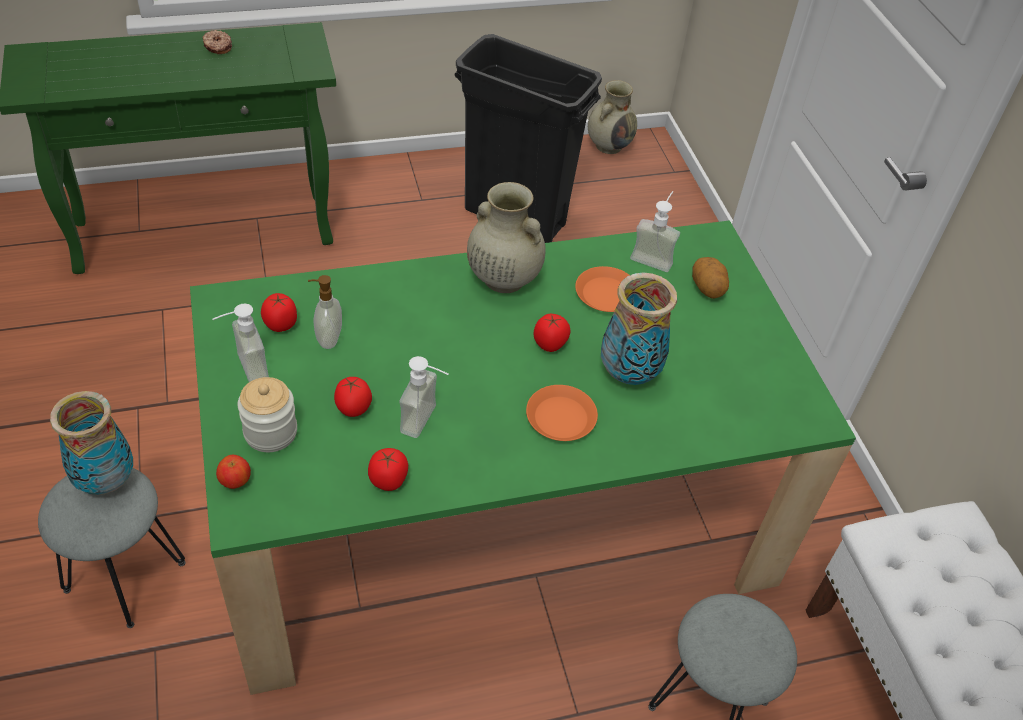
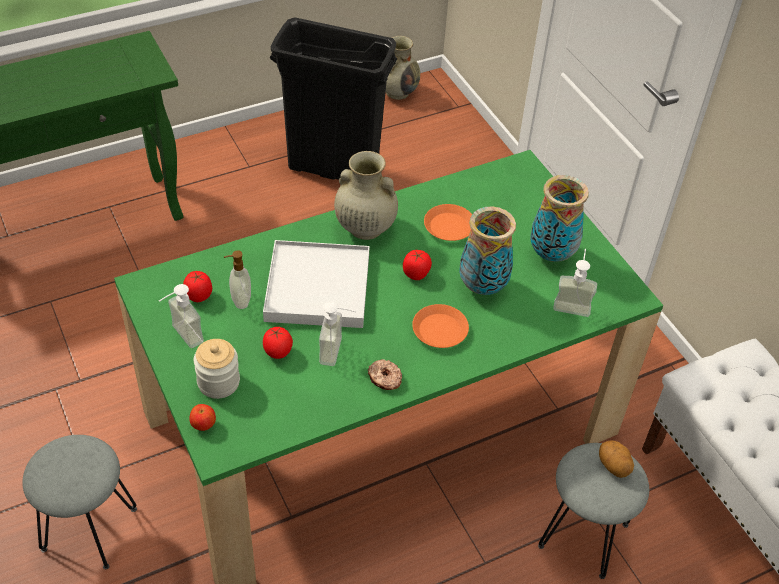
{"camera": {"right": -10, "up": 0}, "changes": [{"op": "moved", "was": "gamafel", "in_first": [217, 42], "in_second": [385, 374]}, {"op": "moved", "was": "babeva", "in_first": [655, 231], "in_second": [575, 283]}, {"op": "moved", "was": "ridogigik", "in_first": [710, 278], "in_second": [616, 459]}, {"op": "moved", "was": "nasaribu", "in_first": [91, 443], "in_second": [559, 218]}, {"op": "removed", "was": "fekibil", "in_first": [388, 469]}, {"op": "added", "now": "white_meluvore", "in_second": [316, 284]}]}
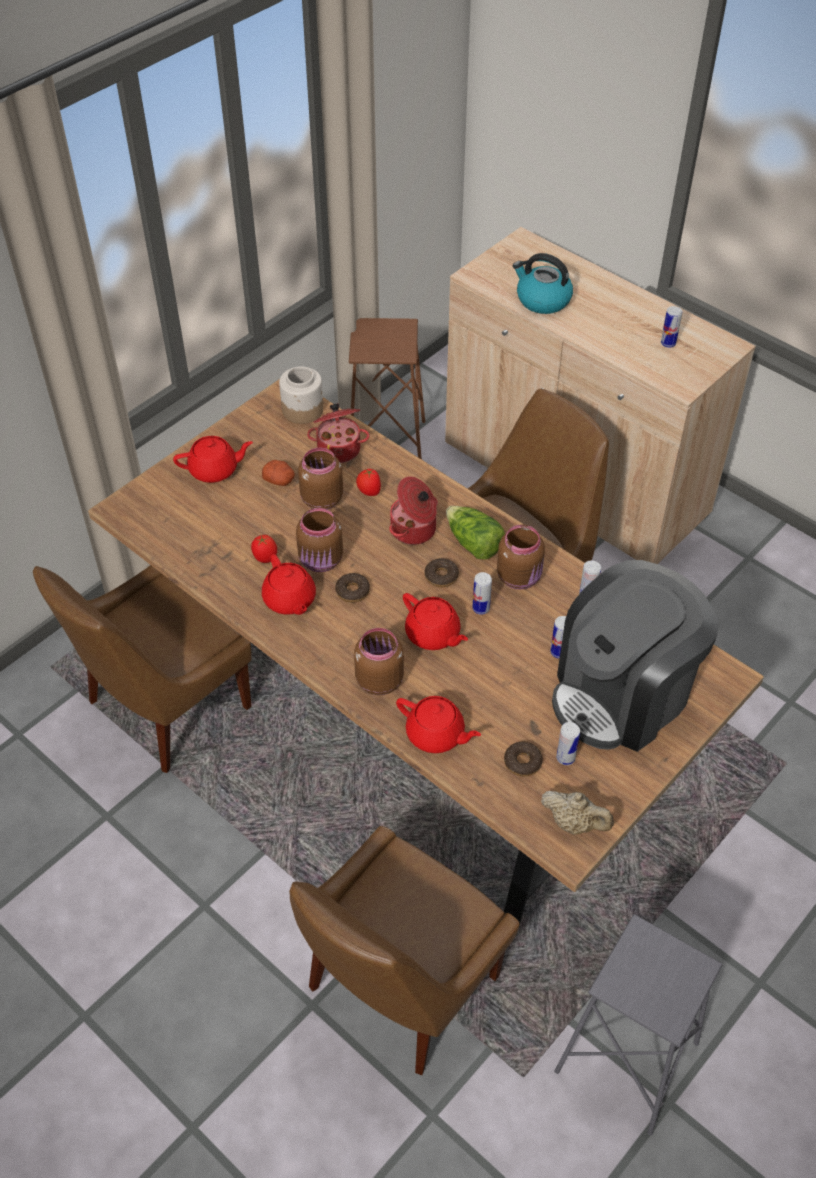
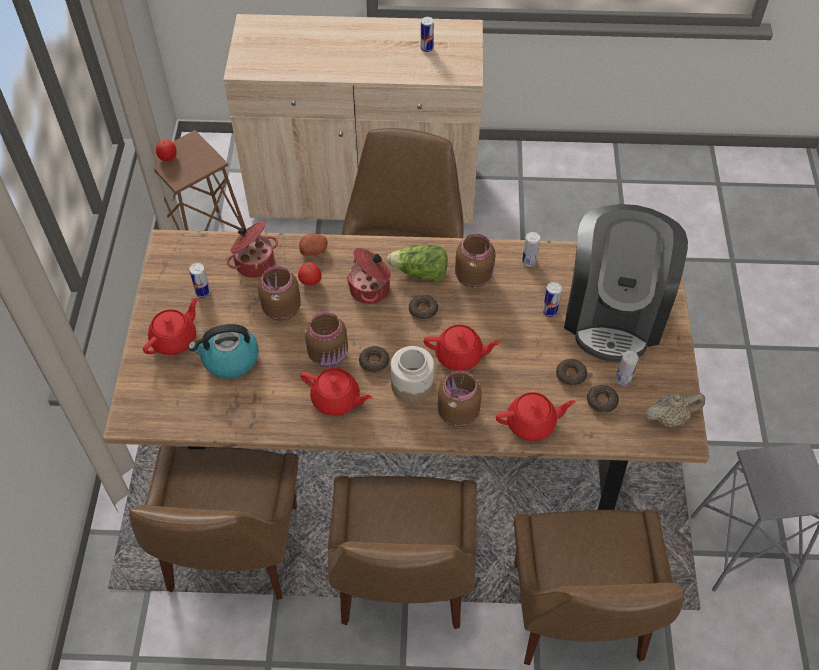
{"camera": {"right": -40, "up": 5}, "changes": [{"op": "moved", "was": "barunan", "in_first": [543, 283], "in_second": [223, 351]}, {"op": "moved", "was": "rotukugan", "in_first": [301, 395], "in_second": [412, 374]}, {"op": "moved", "was": "ridogigik", "in_first": [278, 473], "in_second": [313, 244]}, {"op": "moved", "was": "fekibil", "in_first": [264, 549], "in_second": [166, 150]}, {"op": "moved", "was": "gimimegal", "in_first": [482, 593], "in_second": [199, 280]}, {"op": "added", "now": "gamafel", "in_second": [571, 373]}, {"op": "added", "now": "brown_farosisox", "in_second": [402, 552]}]}
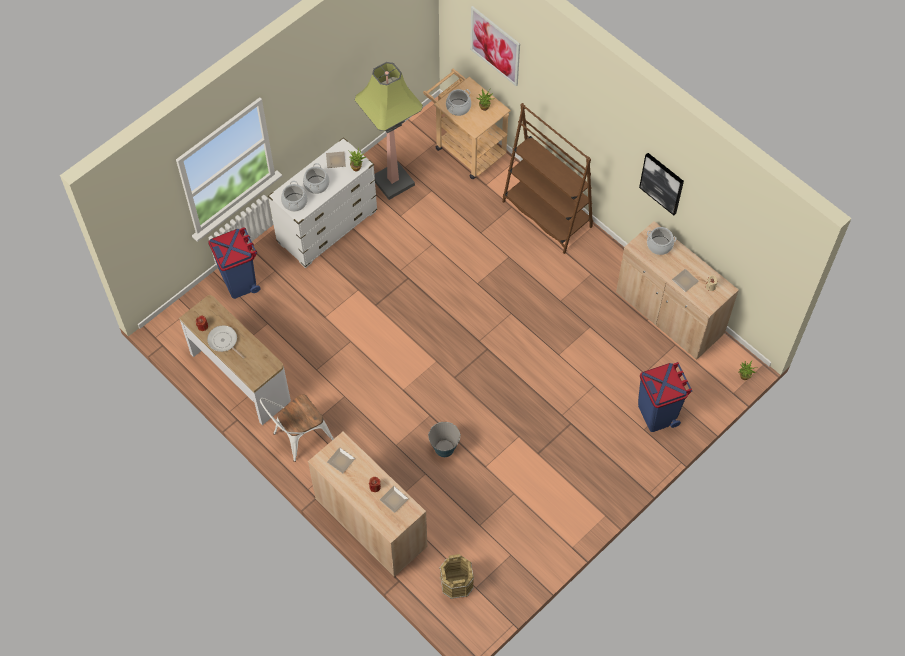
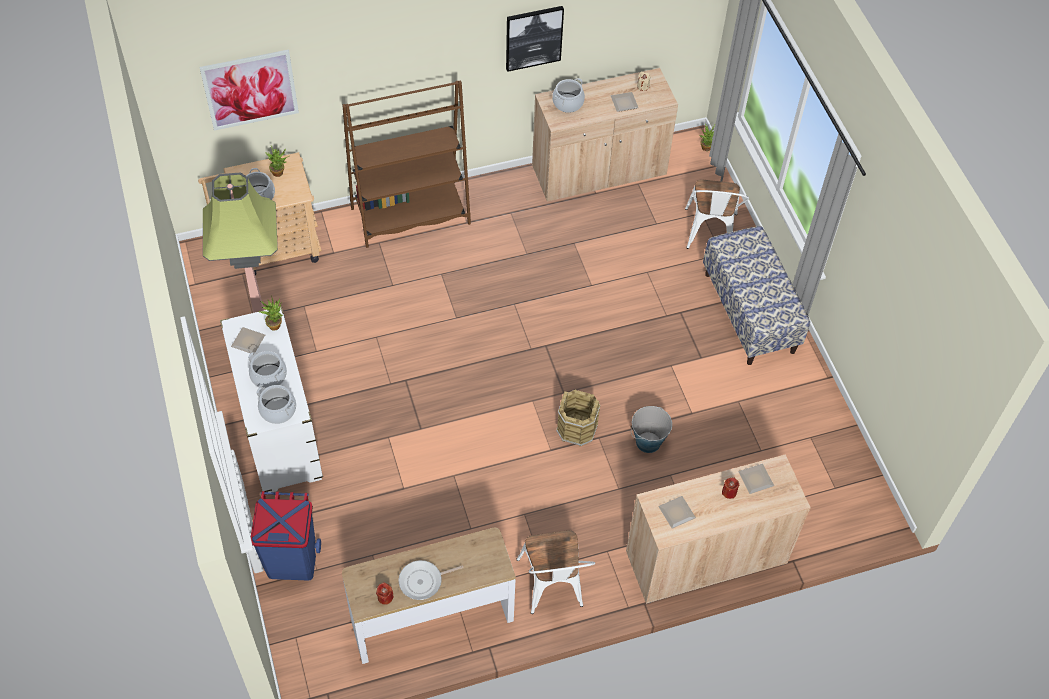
{"camera": {"right": -65, "up": -5}, "changes": [{"op": "replaced", "was": "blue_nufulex", "now": "white_farosisox", "in_first": [665, 397], "in_second": [717, 214]}, {"op": "moved", "was": "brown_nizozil", "in_first": [456, 576], "in_second": [578, 418]}, {"op": "added", "now": "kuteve", "in_second": [756, 295]}]}
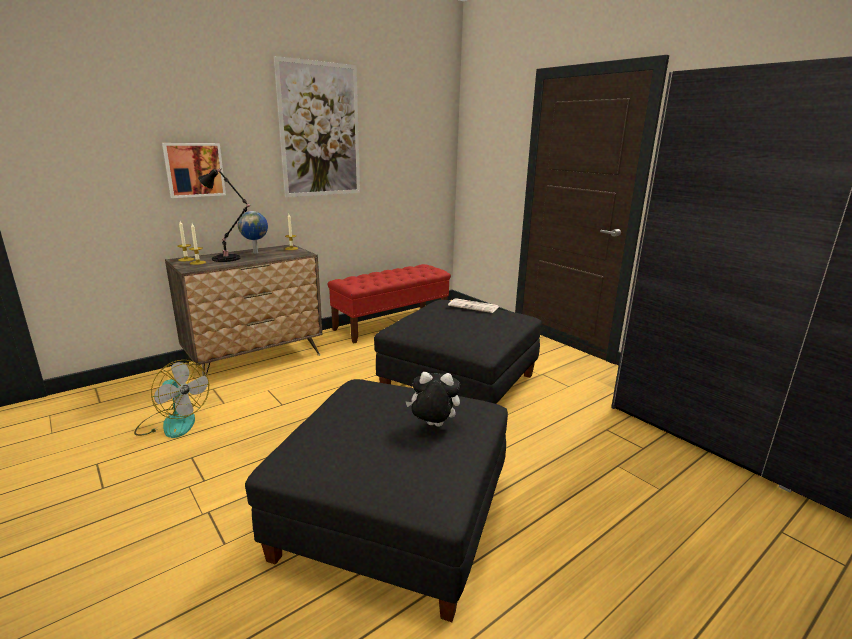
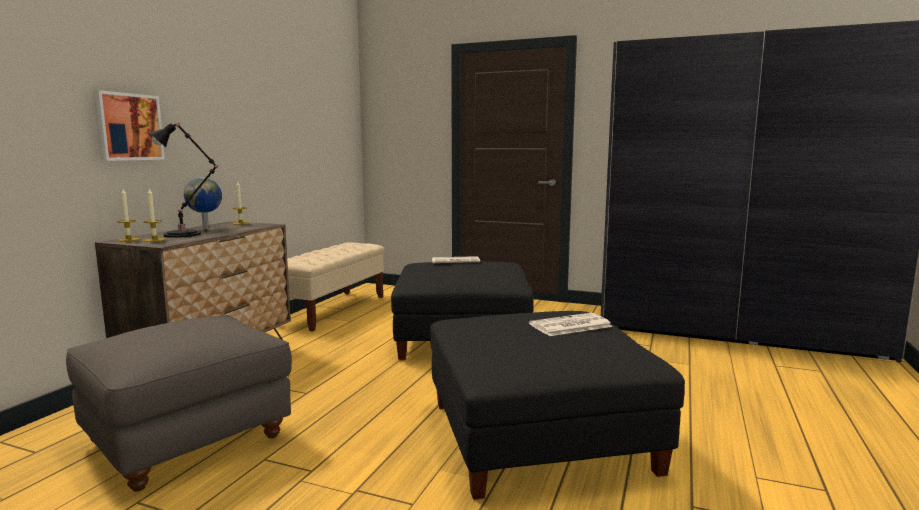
{"camera": {"right": -30, "up": -10}, "changes": [{"op": "removed", "was": "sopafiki", "in_first": [317, 126]}, {"op": "recoloured", "was": "red_kuteve", "now": "beige_kuteve", "in_first": [389, 303], "in_second": [336, 287]}, {"op": "replaced", "was": "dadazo", "now": "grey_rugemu", "in_first": [171, 399], "in_second": [179, 403]}, {"op": "replaced", "was": "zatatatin", "now": "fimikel", "in_first": [433, 399], "in_second": [570, 324]}]}
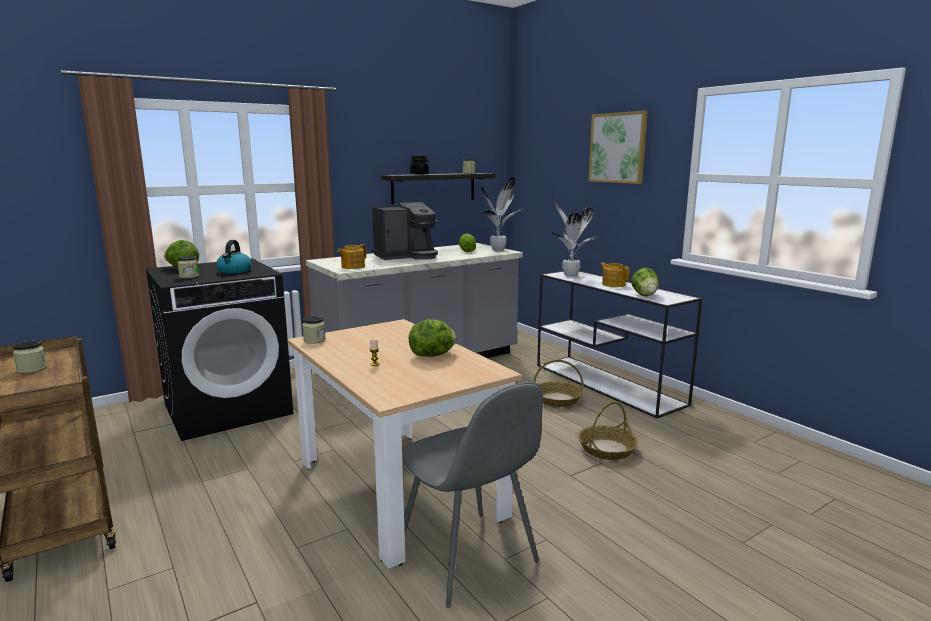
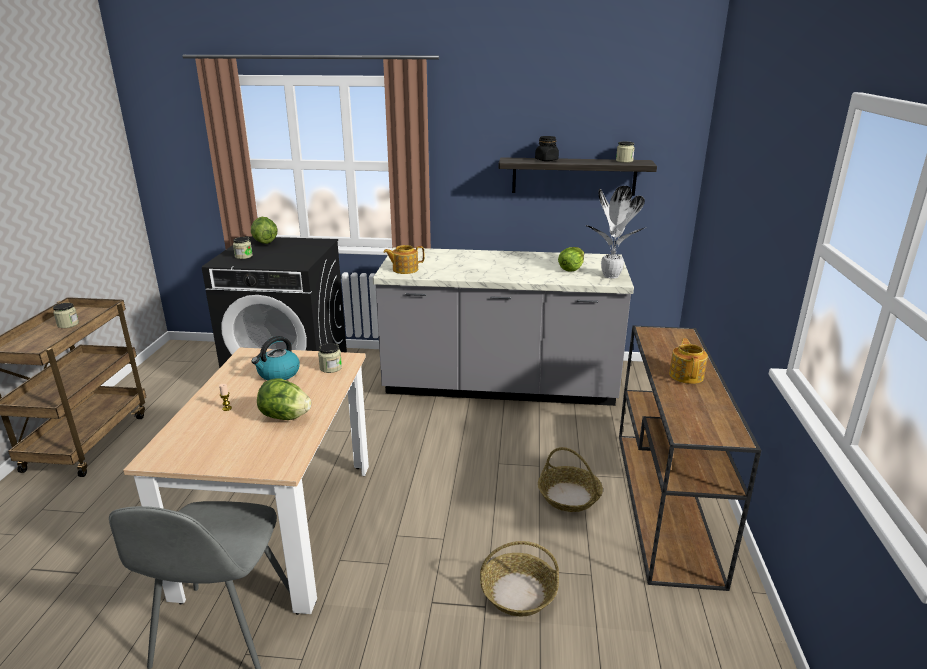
{"camera": {"right": 40, "up": 10}, "changes": [{"op": "removed", "was": "sopafiki", "in_first": [618, 147]}, {"op": "removed", "was": "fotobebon", "in_first": [573, 237]}, {"op": "removed", "was": "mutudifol", "in_first": [405, 231]}, {"op": "moved", "was": "barunan", "in_first": [234, 257], "in_second": [276, 358]}, {"op": "removed", "was": "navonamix", "in_first": [645, 281]}, {"op": "recoloured", "was": "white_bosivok", "now": "brown_bosivok", "in_first": [619, 344], "in_second": [690, 458]}, {"op": "moved", "was": "rotukugan", "in_first": [314, 330], "in_second": [330, 358]}]}
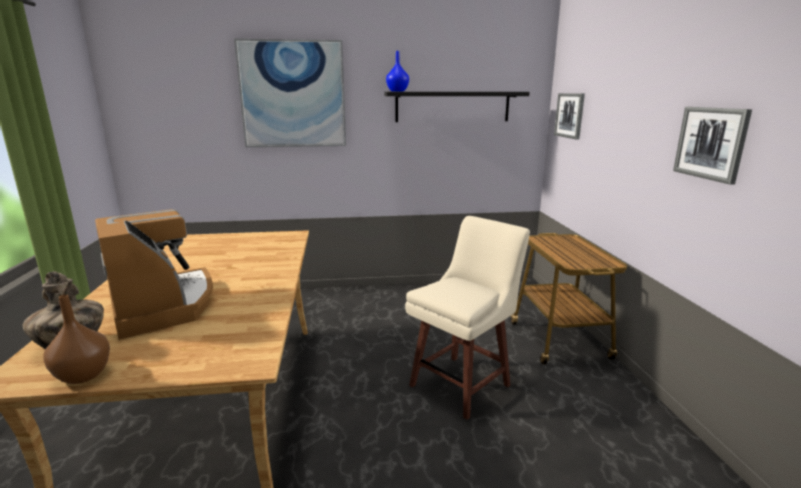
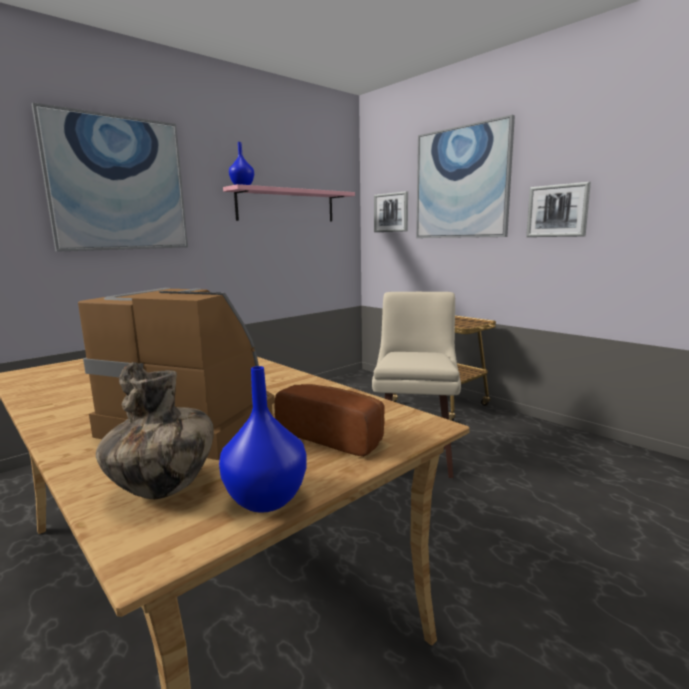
{"camera": {"right": -35, "up": -5}, "changes": [{"op": "recoloured", "was": "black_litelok", "now": "pink_litelok", "in_first": [457, 107], "in_second": [289, 203]}, {"op": "recoloured", "was": "brown_nasaribu", "now": "blue_nasaribu", "in_first": [76, 339], "in_second": [263, 439]}, {"op": "added", "now": "sopafiki", "in_second": [465, 176]}, {"op": "added", "now": "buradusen", "in_second": [329, 420]}]}
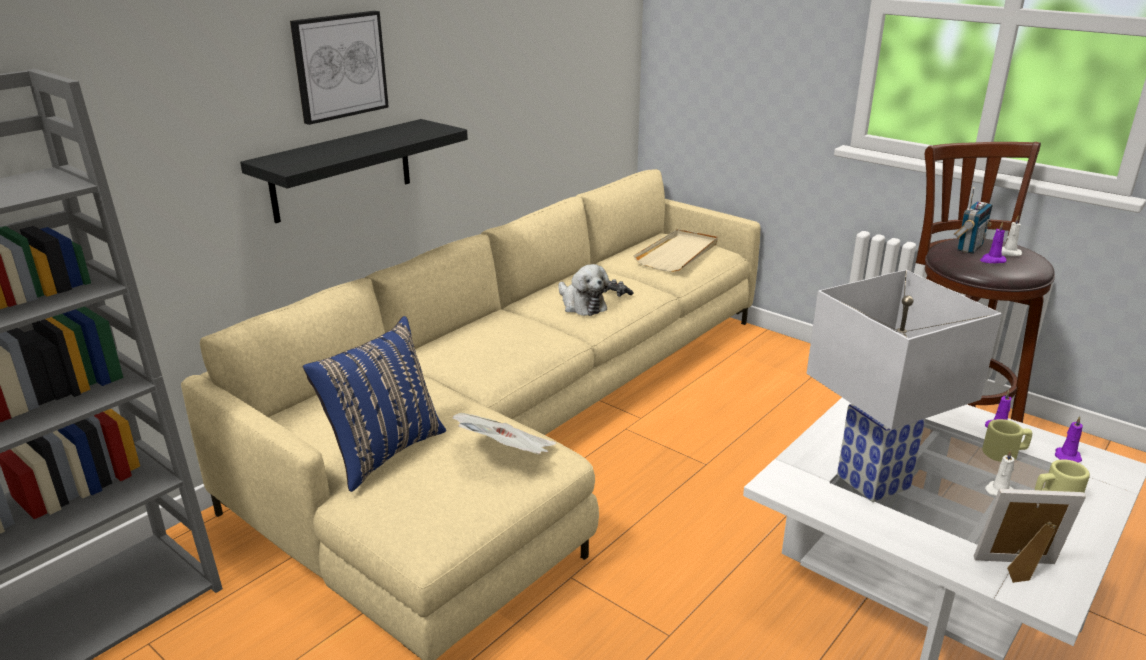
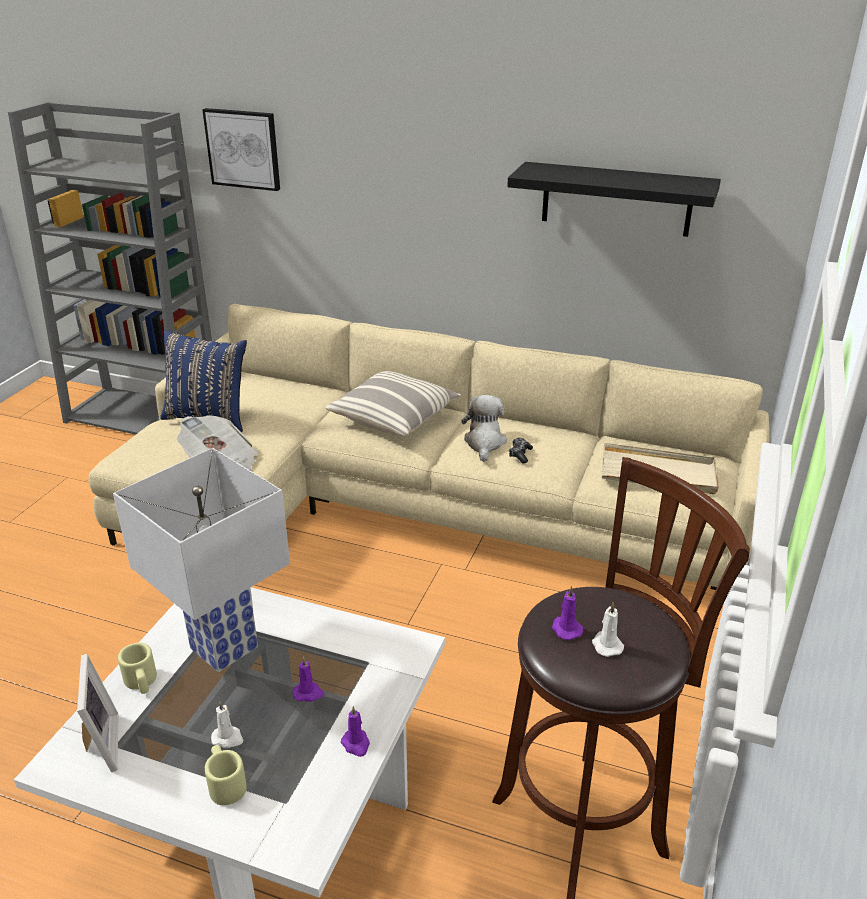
{"camera": {"right": 70, "up": 5}, "changes": [{"op": "moved", "was": "sopafiki", "in_first": [339, 68], "in_second": [241, 149]}, {"op": "moved", "was": "black_litelok", "in_first": [354, 171], "in_second": [614, 199]}, {"op": "removed", "was": "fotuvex", "in_first": [973, 220]}, {"op": "turned", "was": "zatatatin", "in_first": [584, 290], "in_second": [484, 428], "clockwise": 150}, {"op": "moved", "was": "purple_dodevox", "in_first": [1069, 439], "in_second": [308, 679]}, {"op": "moved", "was": "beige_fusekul", "in_first": [1007, 440], "in_second": [137, 668]}, {"op": "added", "now": "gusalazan", "in_second": [393, 403]}]}
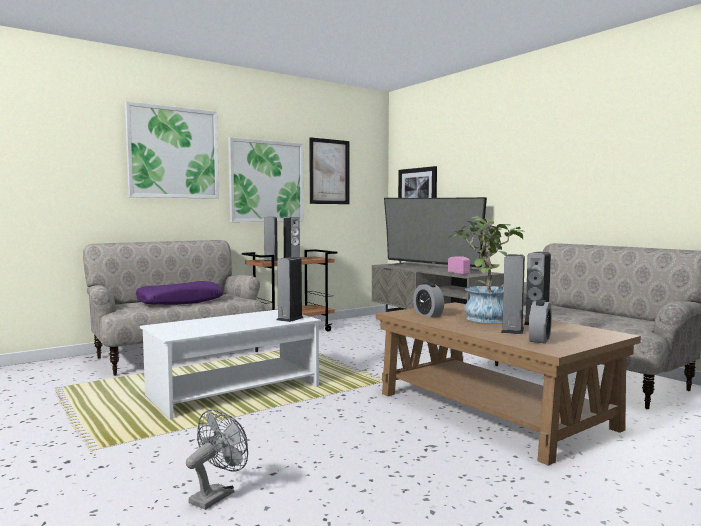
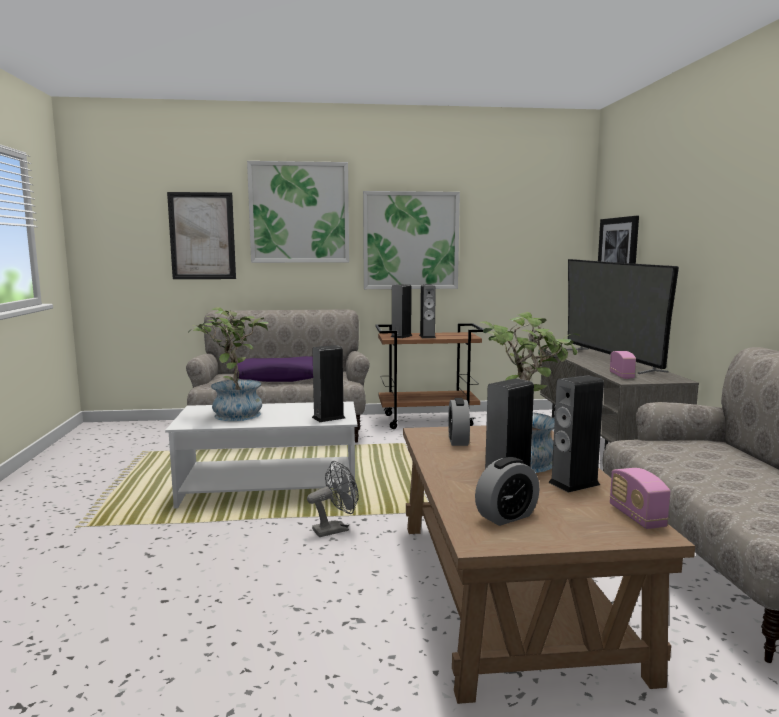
{"camera": {"right": 30, "up": 5}, "changes": [{"op": "moved", "was": "sopafiki", "in_first": [329, 170], "in_second": [201, 235]}, {"op": "moved", "was": "grey_dadazo", "in_first": [217, 459], "in_second": [333, 499]}, {"op": "added", "now": "fotobebon", "in_second": [228, 364]}, {"op": "added", "now": "fotuvex", "in_second": [640, 498]}]}
